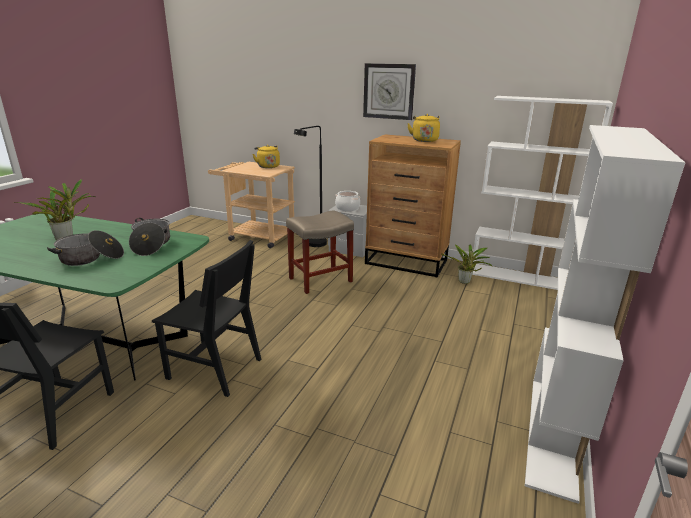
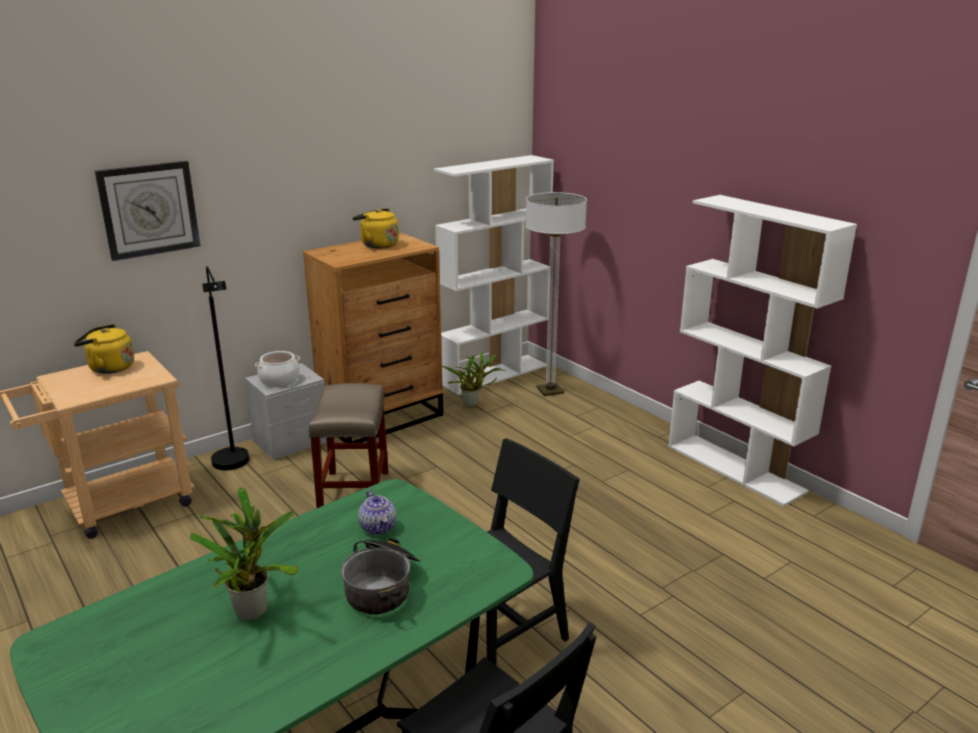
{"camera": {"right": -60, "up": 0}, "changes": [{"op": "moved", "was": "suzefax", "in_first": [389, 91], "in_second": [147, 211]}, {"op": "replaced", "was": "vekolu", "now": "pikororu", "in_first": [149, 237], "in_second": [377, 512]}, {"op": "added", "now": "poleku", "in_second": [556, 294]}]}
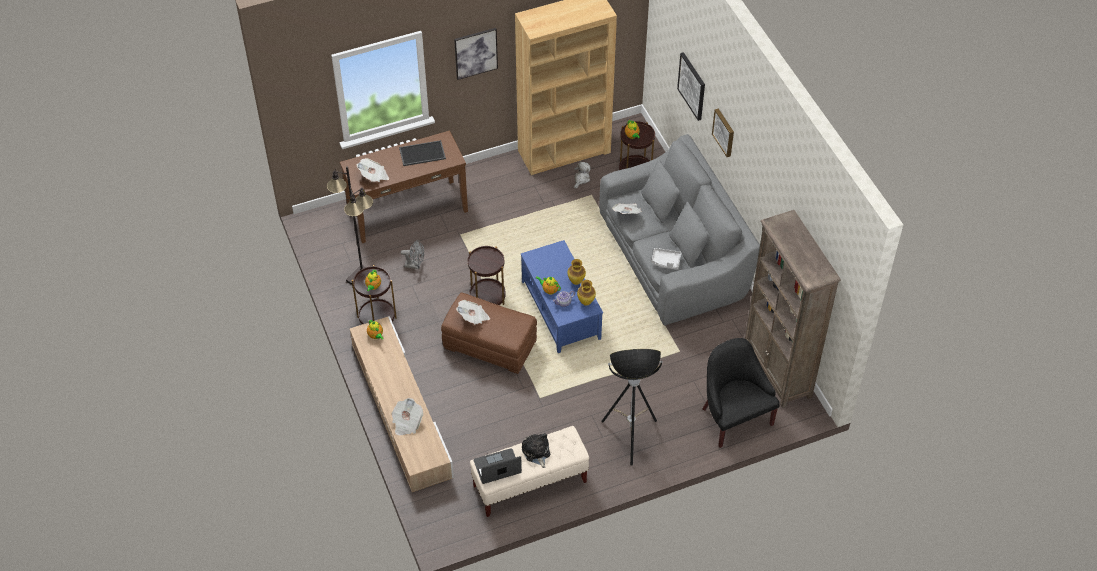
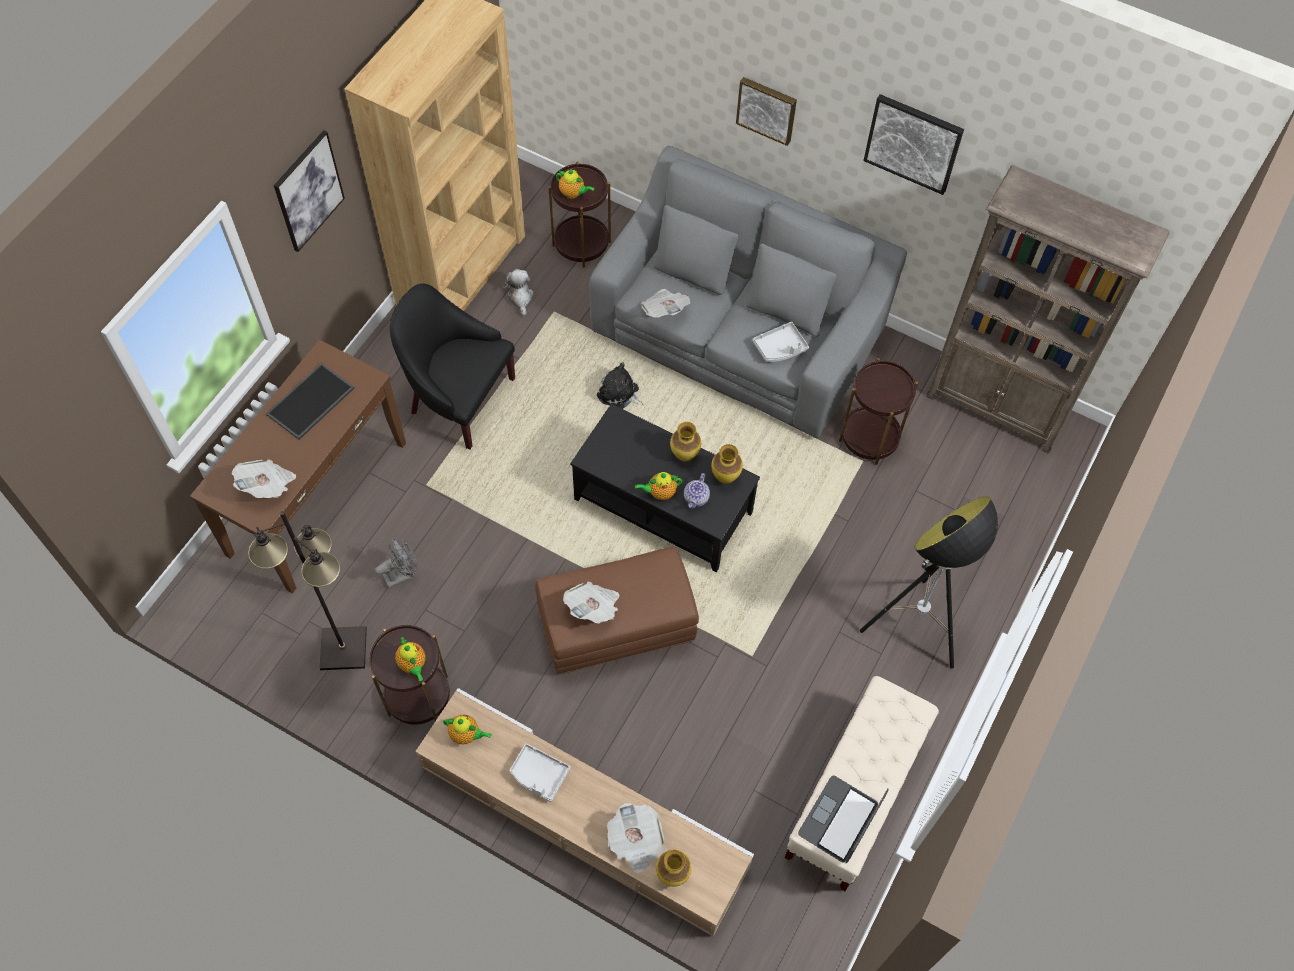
{"camera": {"right": -40, "up": 10}, "changes": [{"op": "moved", "was": "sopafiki", "in_first": [691, 86], "in_second": [913, 144]}, {"op": "recoloured", "was": "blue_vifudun", "now": "black_vifudun", "in_first": [562, 296], "in_second": [665, 488]}, {"op": "moved", "was": "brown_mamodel", "in_first": [487, 275], "in_second": [878, 411]}, {"op": "moved", "was": "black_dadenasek", "in_first": [741, 393], "in_second": [452, 367]}, {"op": "moved", "was": "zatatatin", "in_first": [536, 450], "in_second": [620, 385]}, {"op": "added", "now": "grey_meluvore", "in_second": [540, 772]}, {"op": "added", "now": "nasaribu", "in_second": [674, 868]}]}
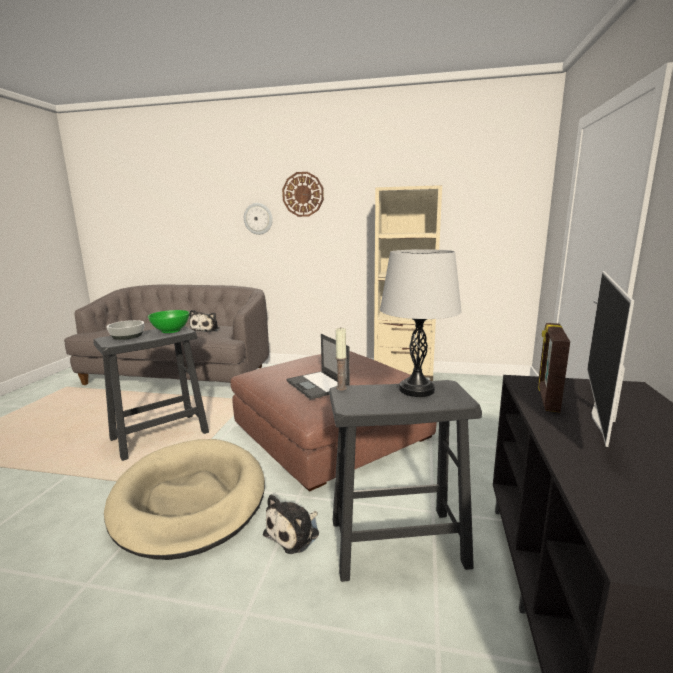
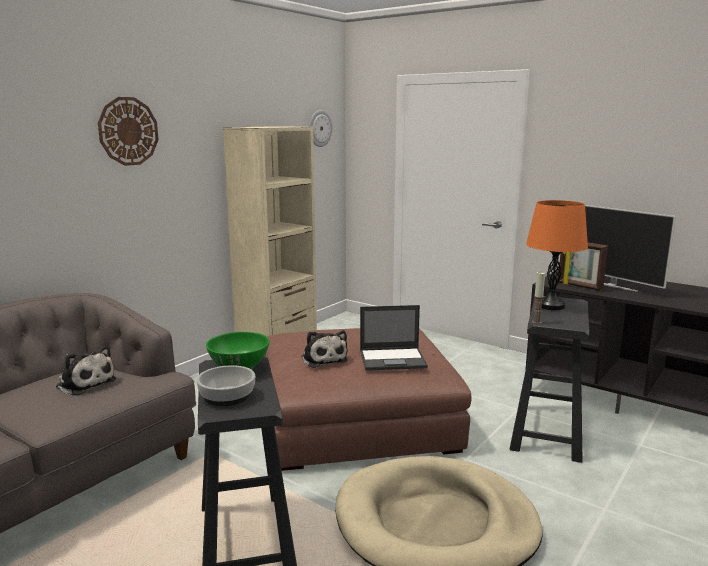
{"camera": {"right": -65, "up": 0}, "changes": [{"op": "moved", "was": "suzefax", "in_first": [258, 219], "in_second": [320, 128]}, {"op": "recoloured", "was": "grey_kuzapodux", "now": "orange_kuzapodux", "in_first": [421, 323], "in_second": [557, 255]}, {"op": "moved", "was": "zatatatin", "in_first": [291, 524], "in_second": [324, 349]}]}
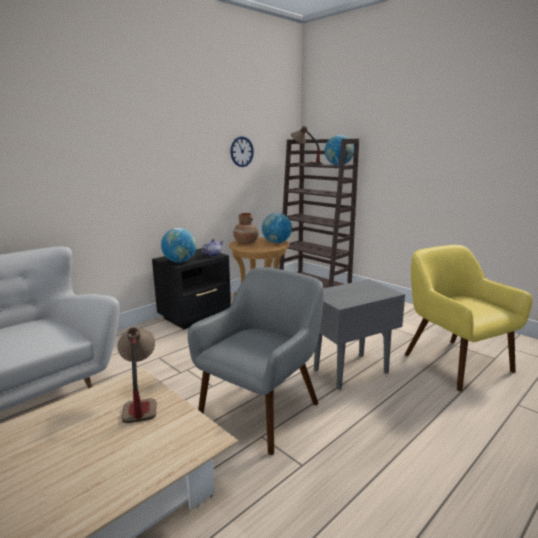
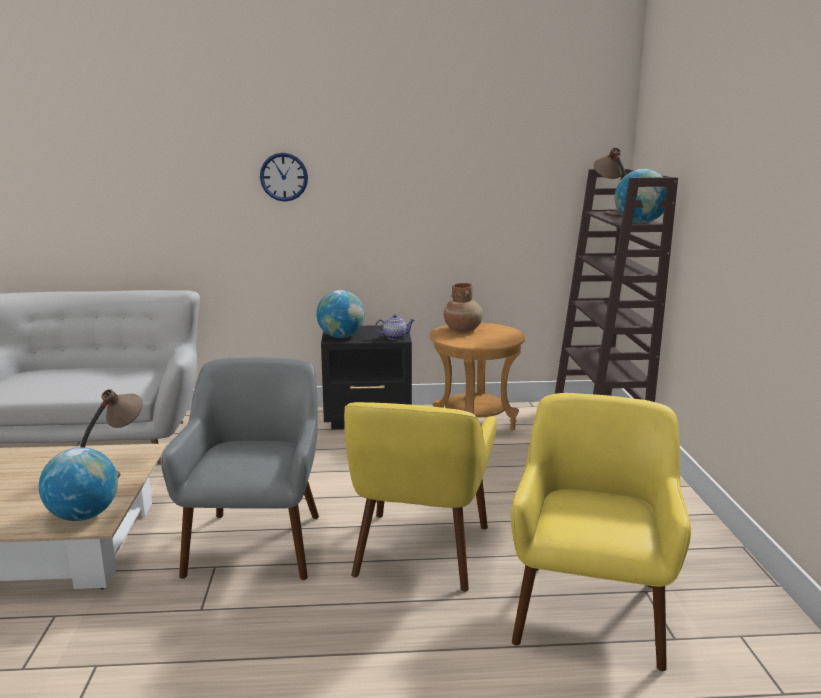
{"camera": {"right": 40, "up": 0}, "changes": [{"op": "moved", "was": "suzefax", "in_first": [242, 151], "in_second": [284, 177]}, {"op": "moved", "was": "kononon", "in_first": [277, 228], "in_second": [78, 484]}, {"op": "turned", "was": "grey_dadenasek", "in_first": [256, 361], "in_second": [240, 468], "clockwise": -75}, {"op": "replaced", "was": "grey_mamodel", "now": "yellow_dadenasek", "in_first": [359, 334], "in_second": [420, 497]}]}
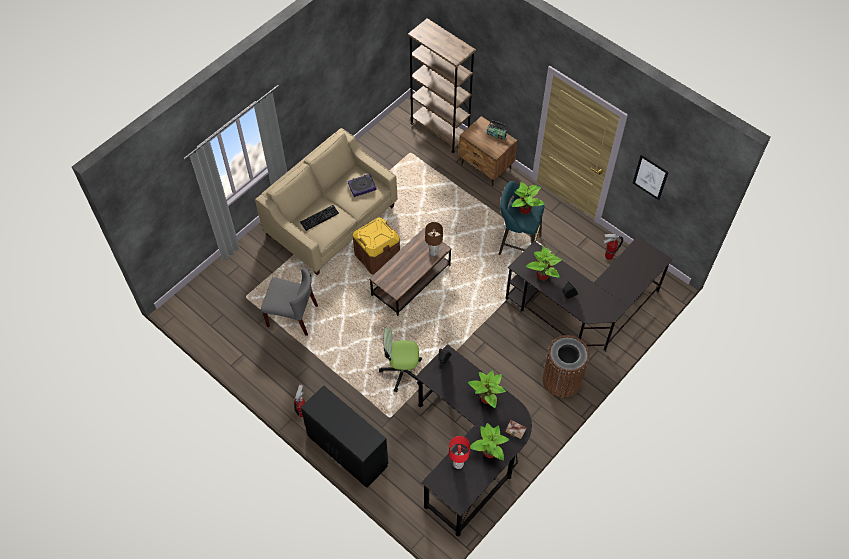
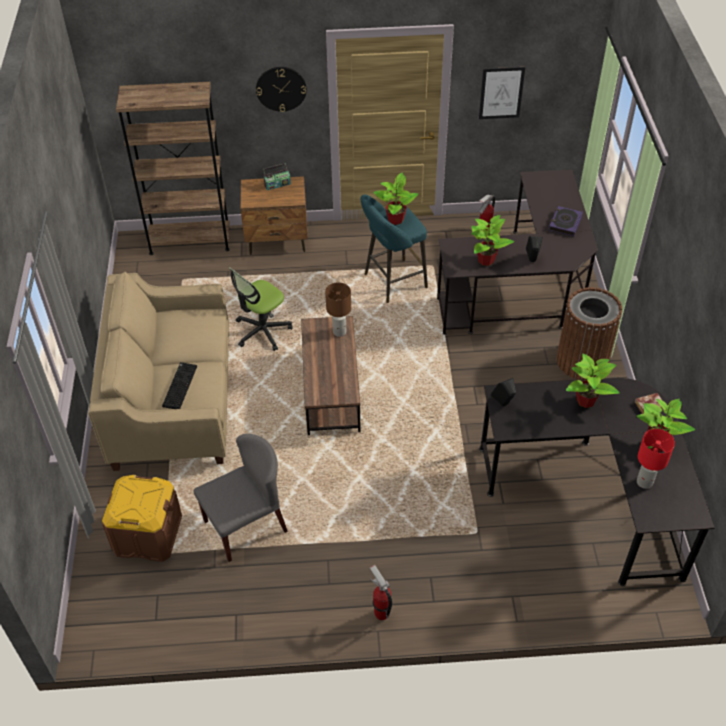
{"camera": {"right": -45, "up": -10}, "changes": [{"op": "moved", "was": "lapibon", "in_first": [362, 185], "in_second": [566, 221]}, {"op": "moved", "was": "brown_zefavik", "in_first": [376, 246], "in_second": [142, 518]}, {"op": "moved", "was": "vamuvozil", "in_first": [400, 359], "in_second": [261, 309]}, {"op": "removed", "was": "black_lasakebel", "in_first": [344, 436]}, {"op": "added", "now": "suzefax", "in_second": [281, 89]}]}
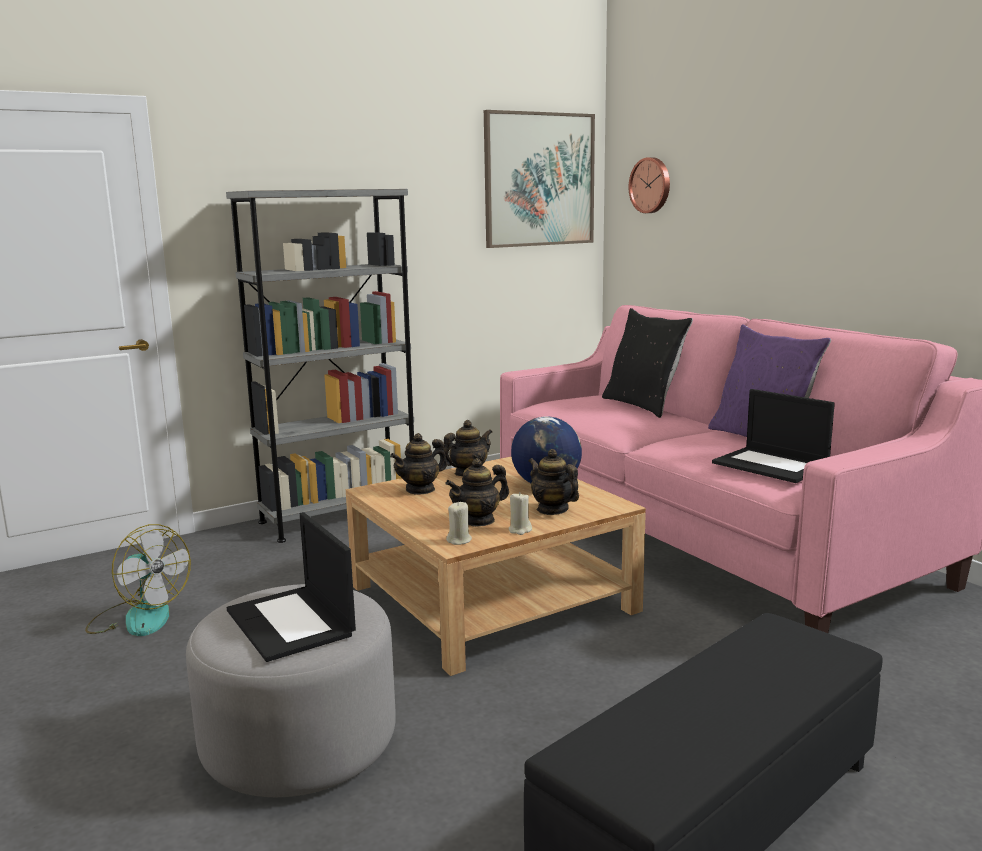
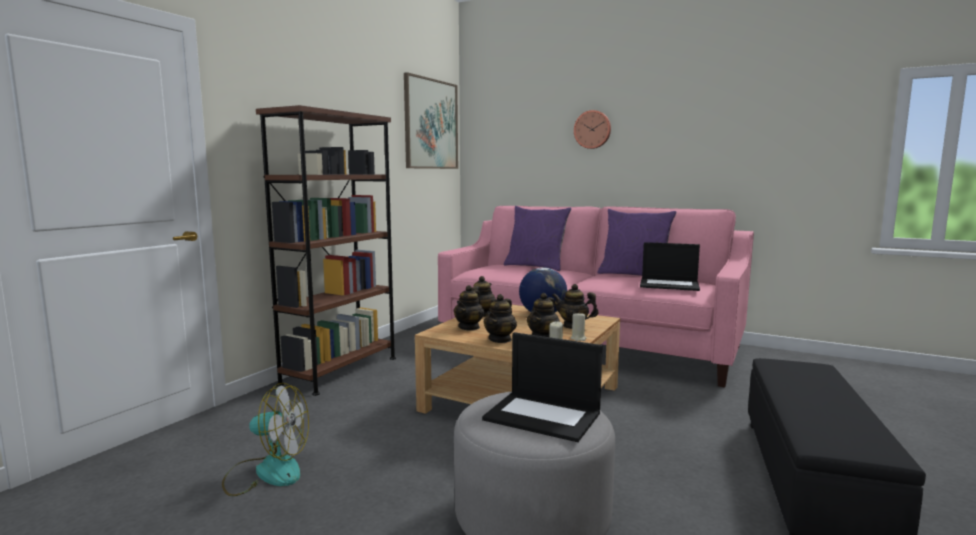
{"camera": {"right": -30, "up": -5}, "changes": [{"op": "moved", "was": "suzefax", "in_first": [649, 185], "in_second": [592, 129]}, {"op": "recoloured", "was": "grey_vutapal", "now": "brown_vutapal", "in_first": [320, 366], "in_second": [326, 250]}, {"op": "recoloured", "was": "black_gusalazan", "now": "purple_gusalazan", "in_first": [647, 363], "in_second": [537, 238]}, {"op": "added", "now": "pikororu", "in_second": [500, 318]}]}
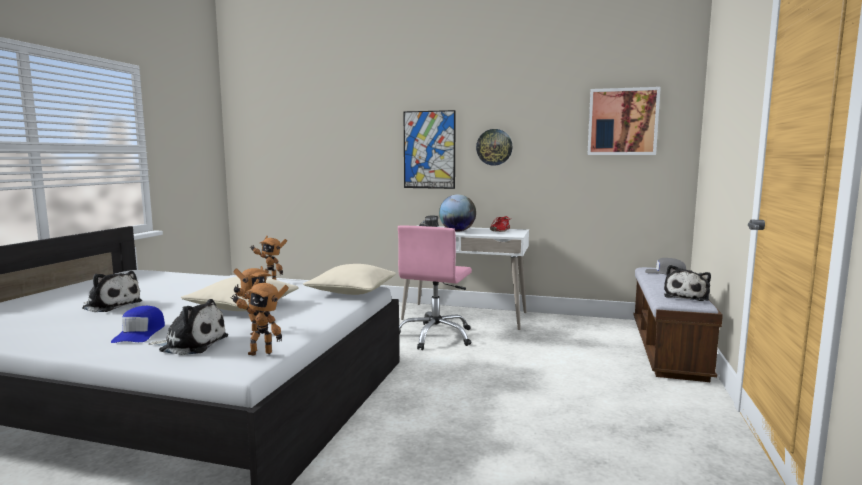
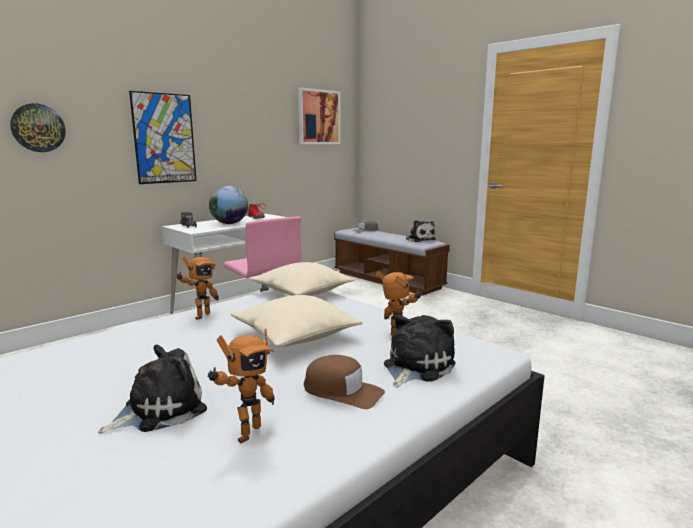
{"camera": {"right": -60, "up": 5}, "changes": [{"op": "moved", "was": "suzefax", "in_first": [494, 147], "in_second": [38, 127]}, {"op": "moved", "was": "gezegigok", "in_first": [260, 317], "in_second": [241, 385]}, {"op": "recoloured", "was": "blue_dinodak", "now": "brown_dinodak", "in_first": [138, 324], "in_second": [344, 382]}]}
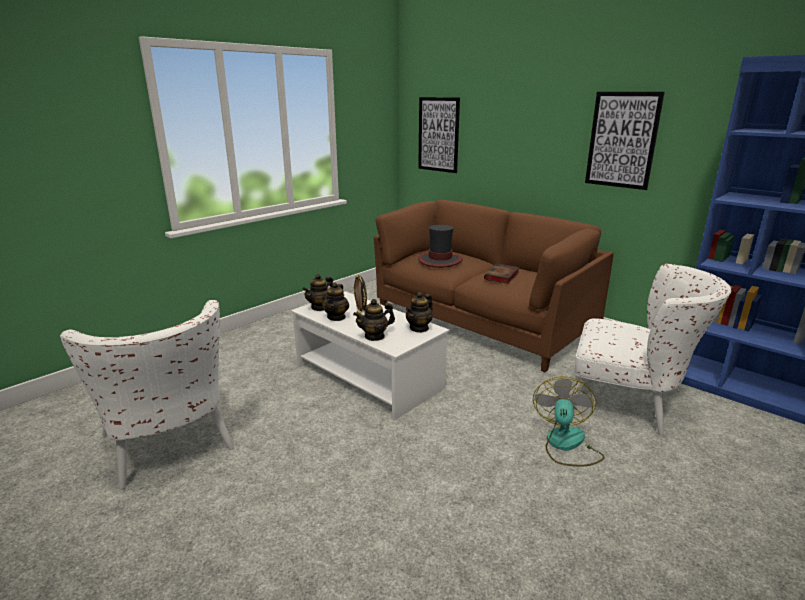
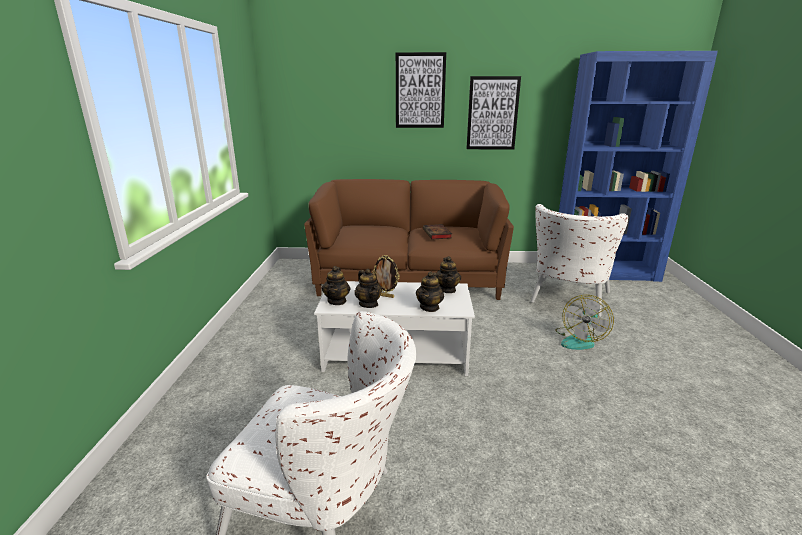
{"camera": {"right": -40, "up": 0}, "changes": [{"op": "moved", "was": "sopafiki", "in_first": [439, 135], "in_second": [421, 90]}, {"op": "removed", "was": "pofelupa", "in_first": [440, 246]}, {"op": "turned", "was": "white_dadenasek", "in_first": [651, 349], "in_second": [579, 260], "clockwise": 135}, {"op": "turned", "was": "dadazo", "in_first": [568, 421], "in_second": [584, 322], "clockwise": -120}]}
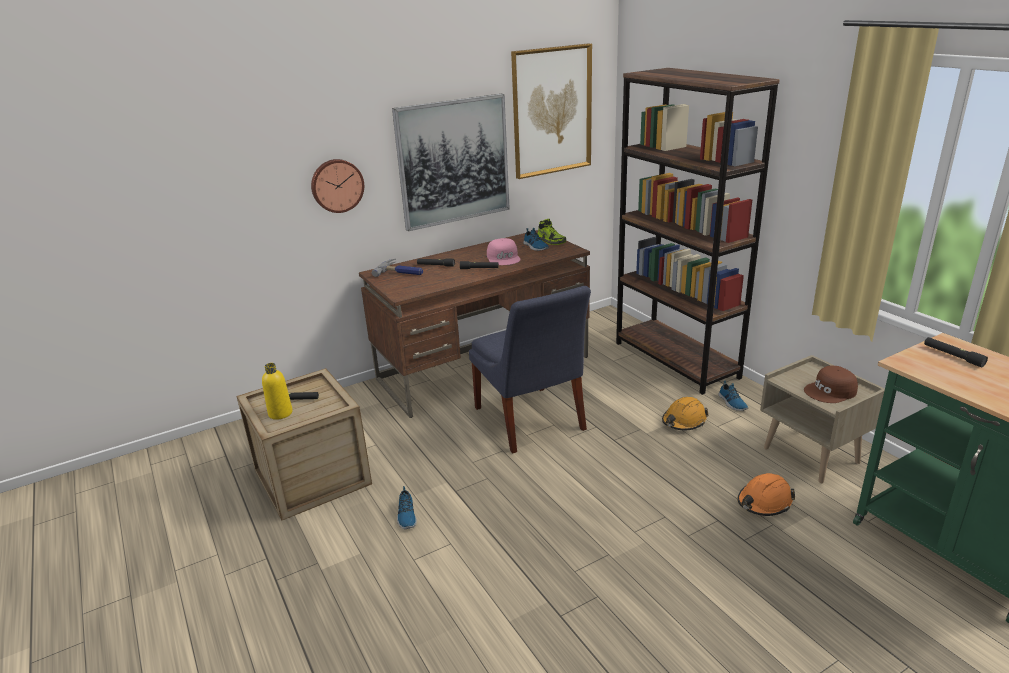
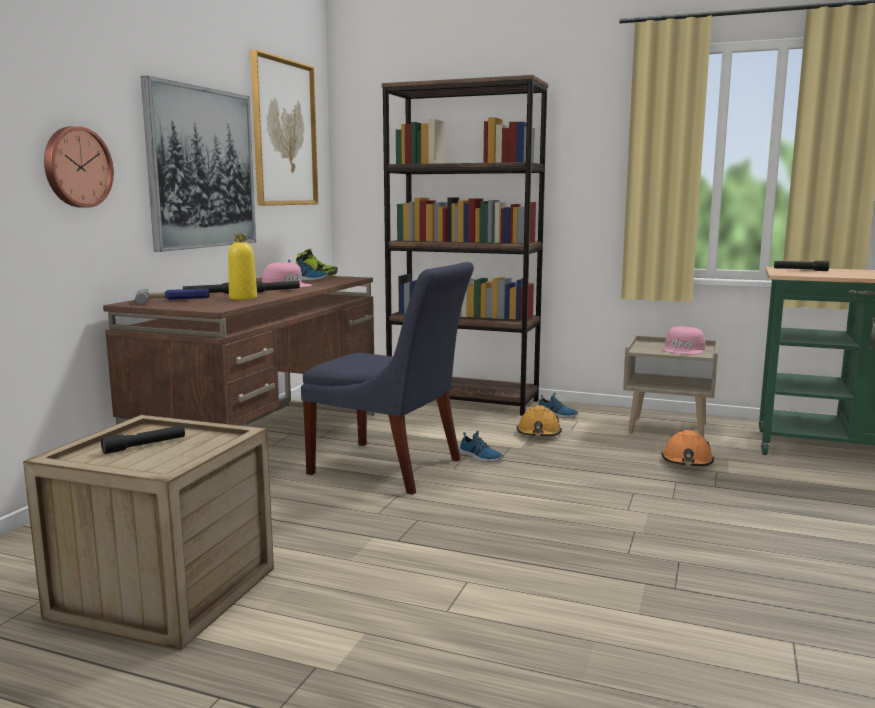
{"camera": {"right": -40, "up": -15}, "changes": [{"op": "moved", "was": "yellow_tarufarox", "in_first": [277, 391], "in_second": [242, 267]}, {"op": "recoloured", "was": "brown_dinodak", "now": "pink_dinodak", "in_first": [831, 384], "in_second": [683, 340]}, {"op": "moved", "was": "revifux", "in_first": [407, 507], "in_second": [481, 446]}]}
